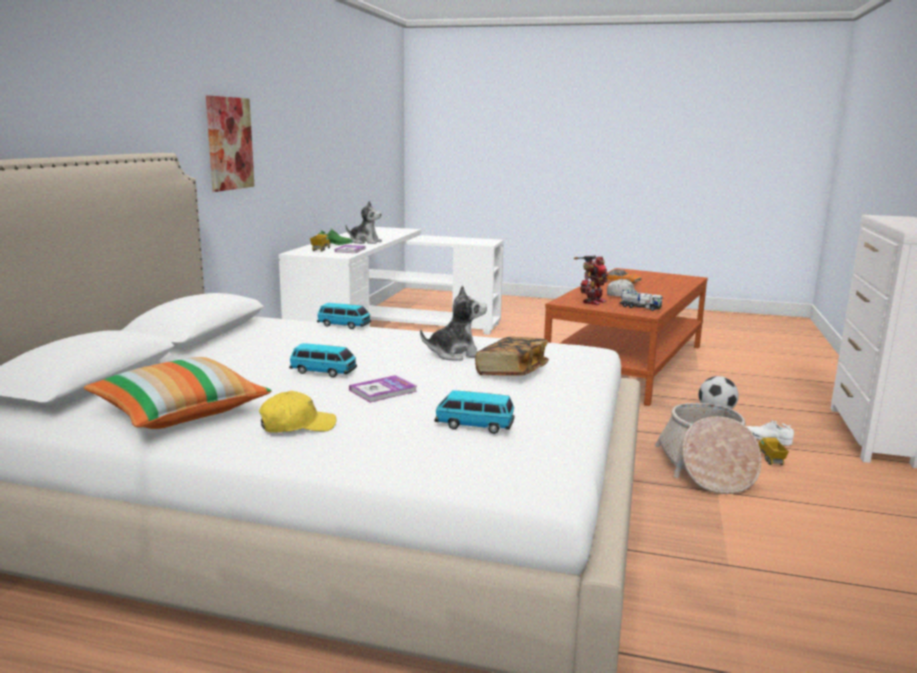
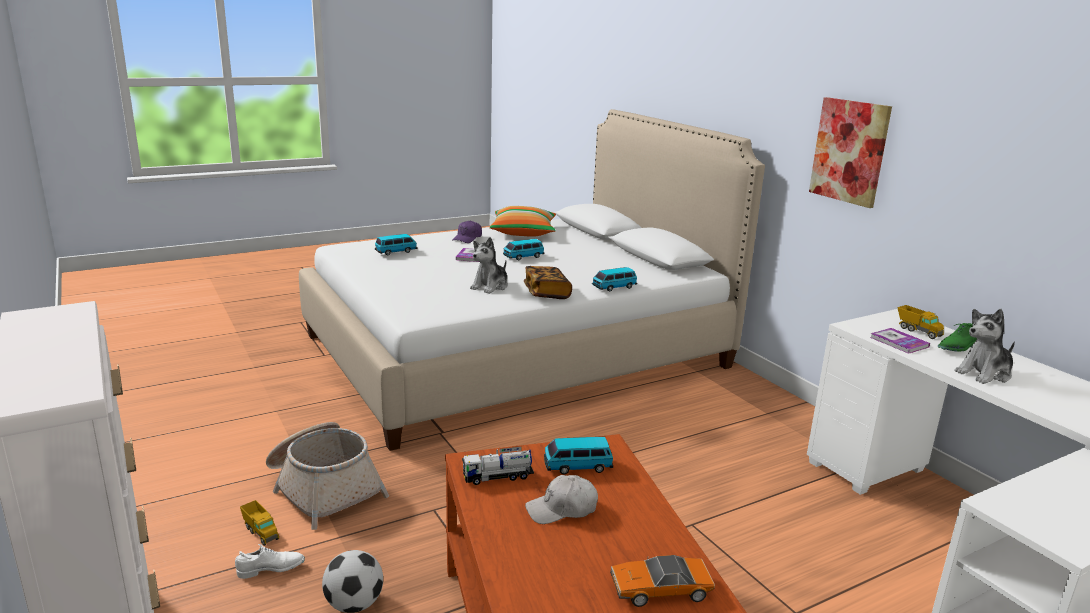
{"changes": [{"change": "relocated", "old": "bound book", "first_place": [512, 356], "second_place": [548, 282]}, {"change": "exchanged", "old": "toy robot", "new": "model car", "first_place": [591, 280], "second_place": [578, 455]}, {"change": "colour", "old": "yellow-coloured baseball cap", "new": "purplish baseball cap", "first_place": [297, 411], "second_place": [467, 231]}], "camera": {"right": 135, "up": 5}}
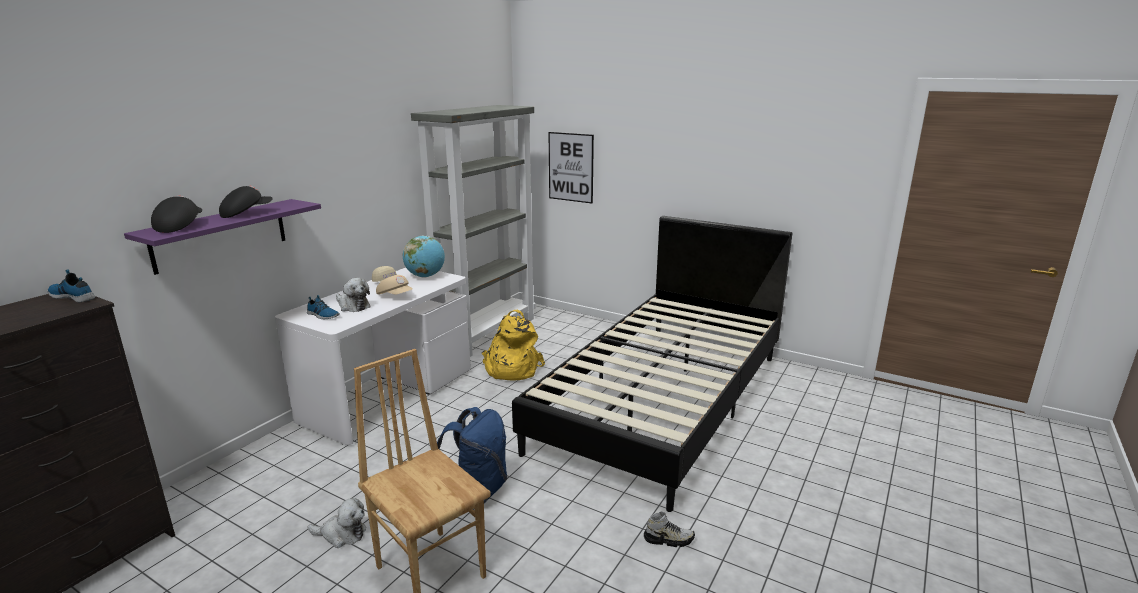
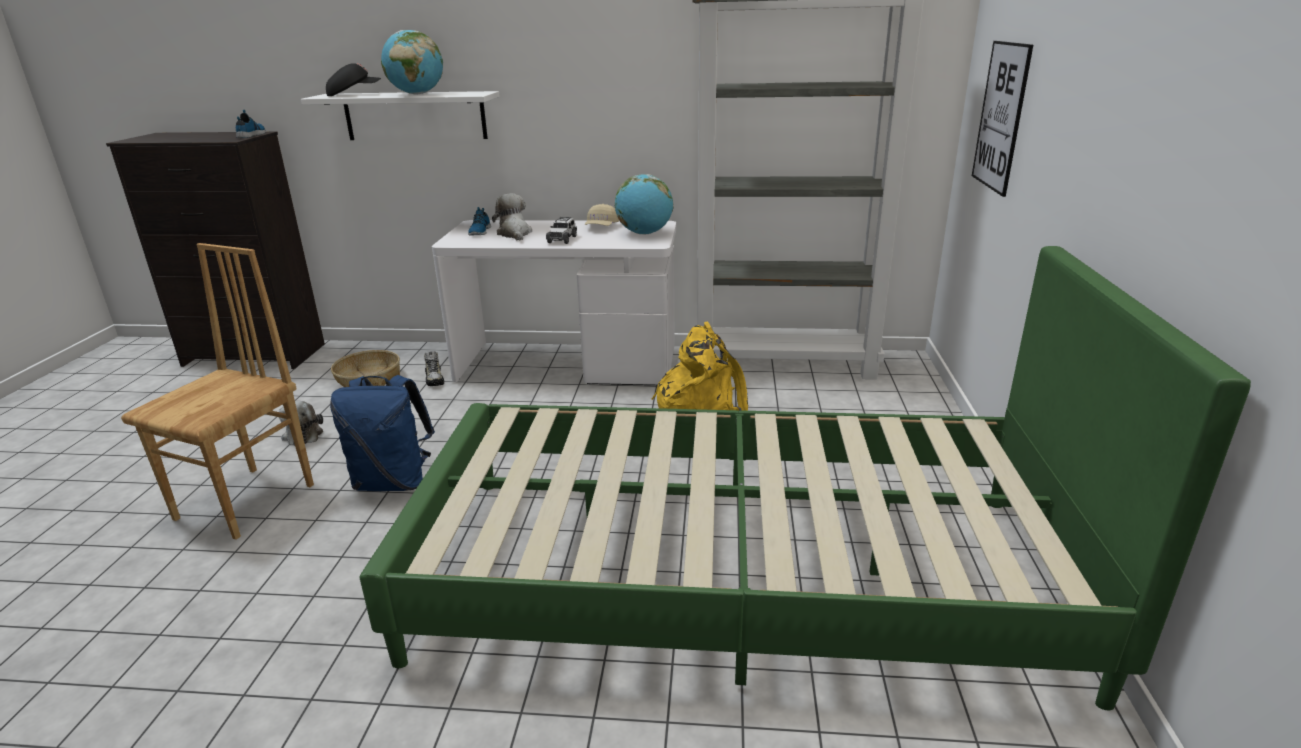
{"changes": [{"change": "appeared", "new": "basket", "second_place": [365, 368]}, {"change": "relocated", "old": "item of footwear", "first_place": [669, 529], "second_place": [434, 368]}, {"change": "exchanged", "old": "black-coloured baseball cap", "new": "globe", "first_place": [246, 202], "second_place": [412, 62]}, {"change": "exchanged", "old": "beige baseball cap", "new": "model car", "first_place": [394, 284], "second_place": [561, 230]}, {"change": "colour", "old": "purplish wall shelf", "new": "whitish wall shelf", "first_place": [222, 237], "second_place": [400, 115]}, {"change": "colour", "old": "black-coloured sleeping bed", "new": "greenish sleeping bed", "first_place": [652, 364], "second_place": [805, 478]}, {"change": "spun", "old": "plush toy", "first_place": [353, 295], "second_place": [512, 217], "degrees": 150}], "camera": {"right": 65, "up": 5}}
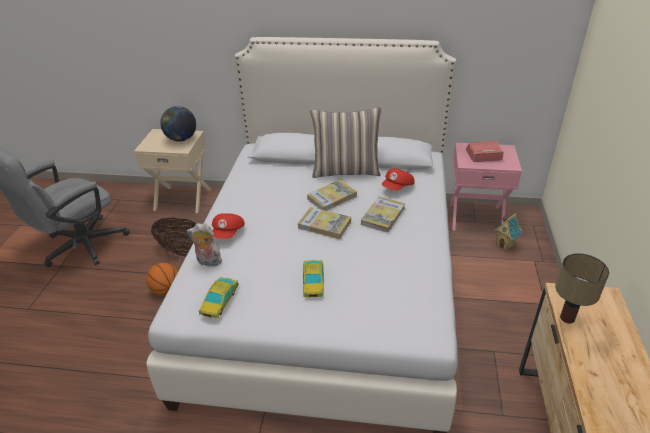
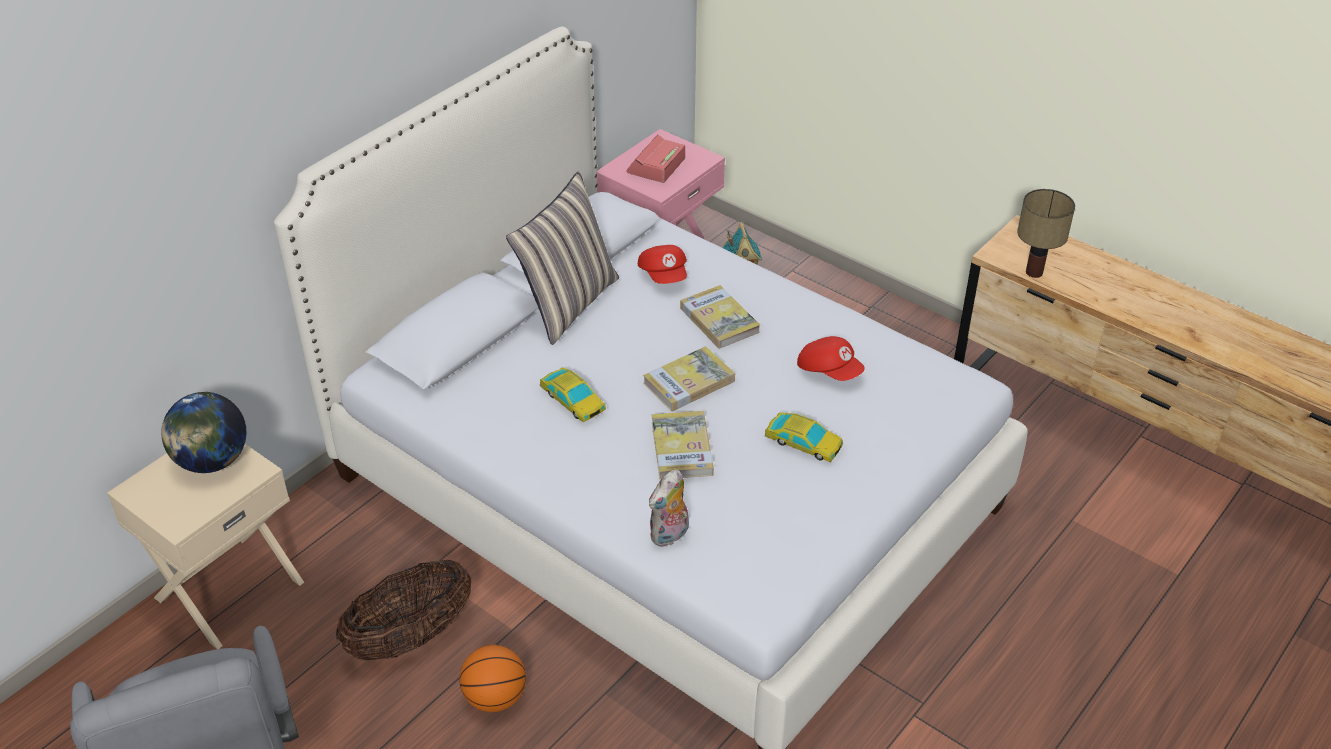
{"changes": [{"change": "relocated", "old": "model car", "first_place": [219, 298], "second_place": [573, 394]}, {"change": "relocated", "old": "red-coloured baseball cap", "first_place": [228, 226], "second_place": [831, 358]}, {"change": "relocated", "old": "bound book", "first_place": [332, 195], "second_place": [683, 445]}], "camera": {"right": -60, "up": 5}}
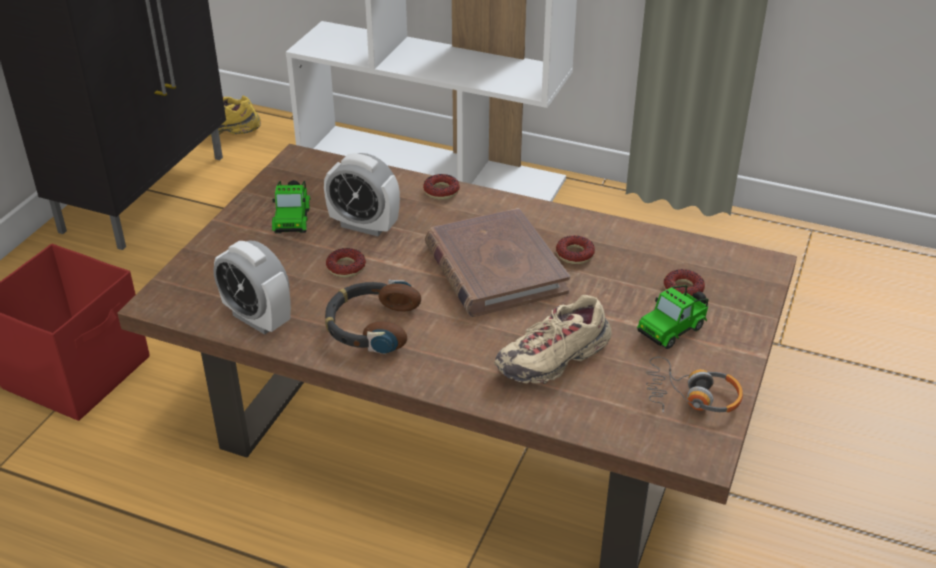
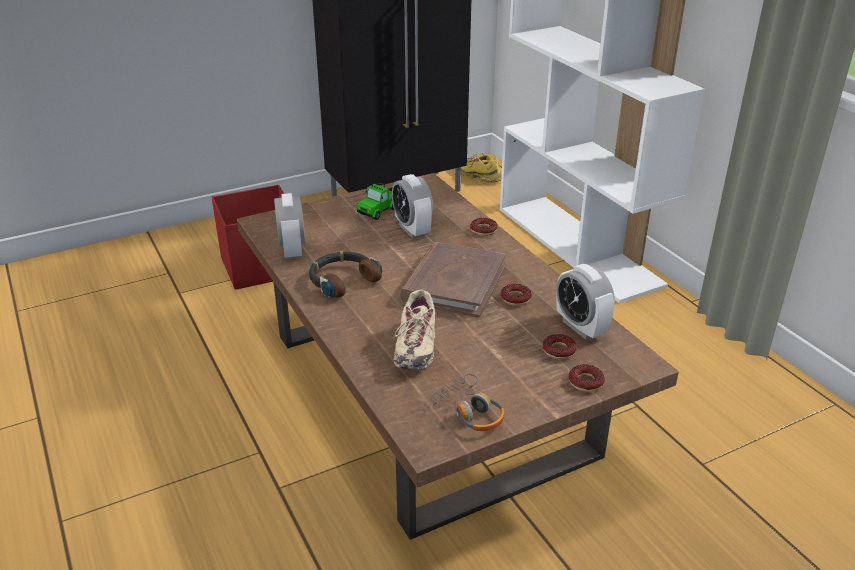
{"changes": [{"change": "missing", "old": "model car", "first_place": [673, 317]}, {"change": "appeared", "new": "table clock", "second_place": [585, 302]}, {"change": "relocated", "old": "ring doughnut", "first_place": [346, 263], "second_place": [586, 378]}, {"change": "spun", "old": "beige item of footwear", "first_place": [552, 339], "second_place": [414, 330], "degrees": -90}], "camera": {"right": 40, "up": -5}}
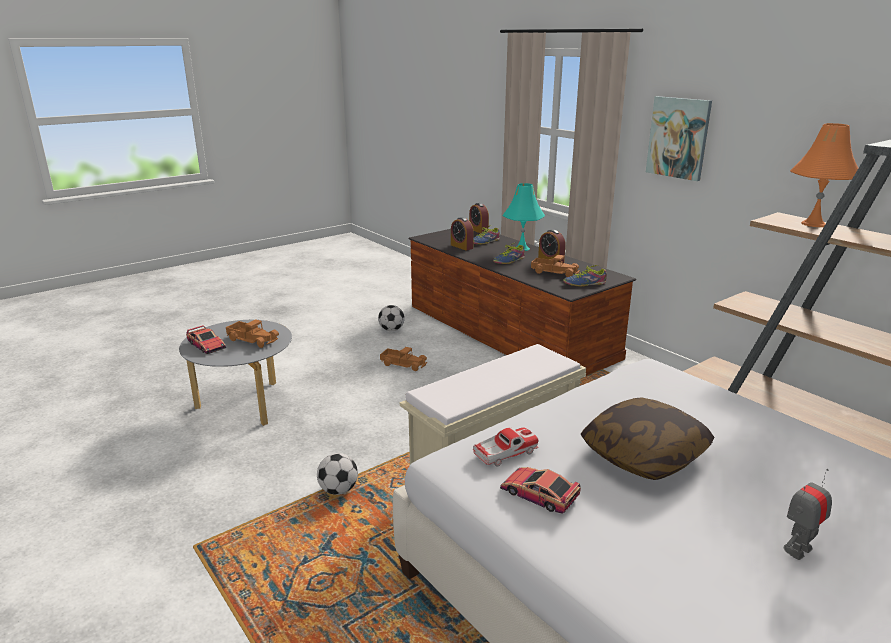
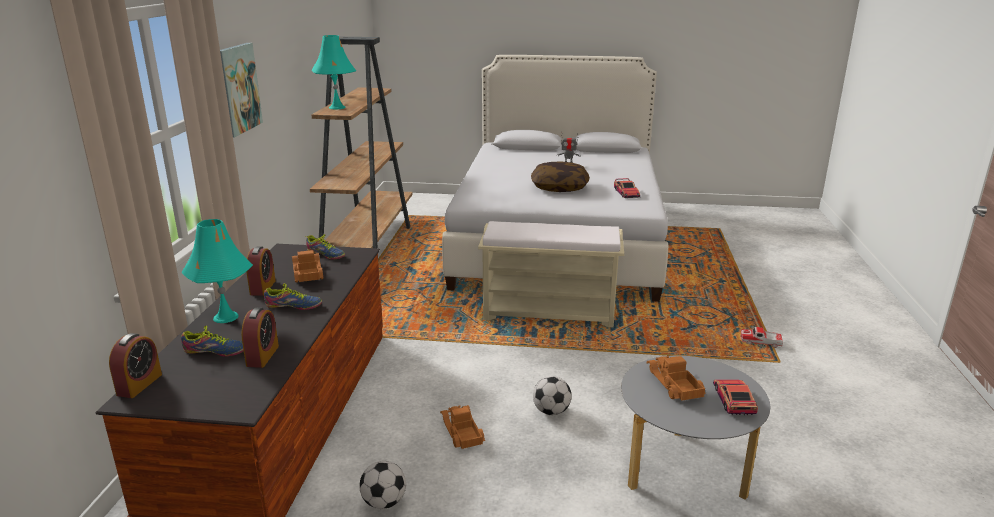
{"changes": [{"change": "relocated", "old": "football", "first_place": [337, 474], "second_place": [552, 395]}, {"change": "relocated", "old": "model car", "first_place": [506, 446], "second_place": [762, 337]}, {"change": "colour", "old": "orange-coloured tabletop lamp", "new": "turquoise-coloured tabletop lamp", "first_place": [824, 175], "second_place": [334, 72]}], "camera": {"right": -135, "up": 0}}
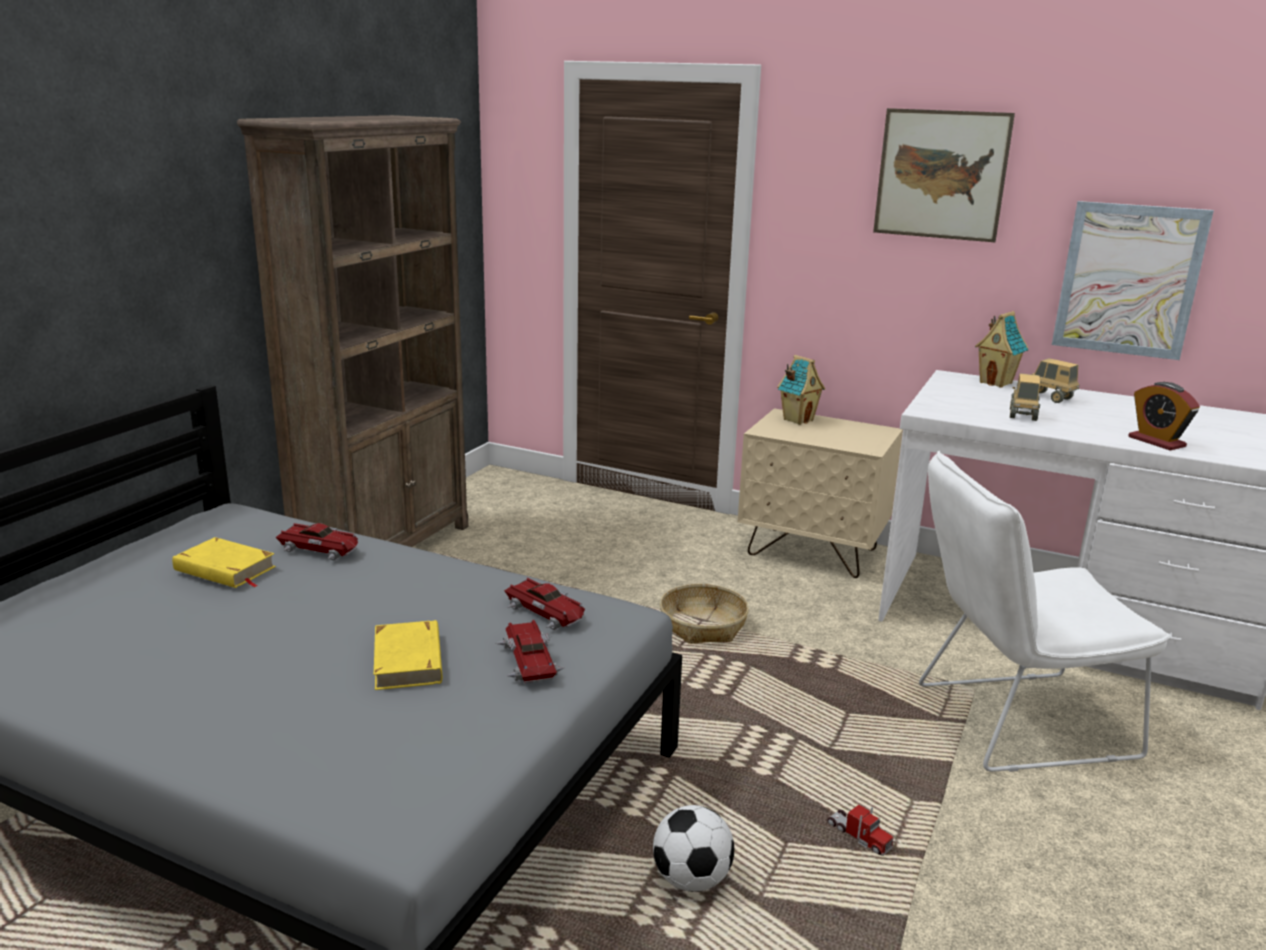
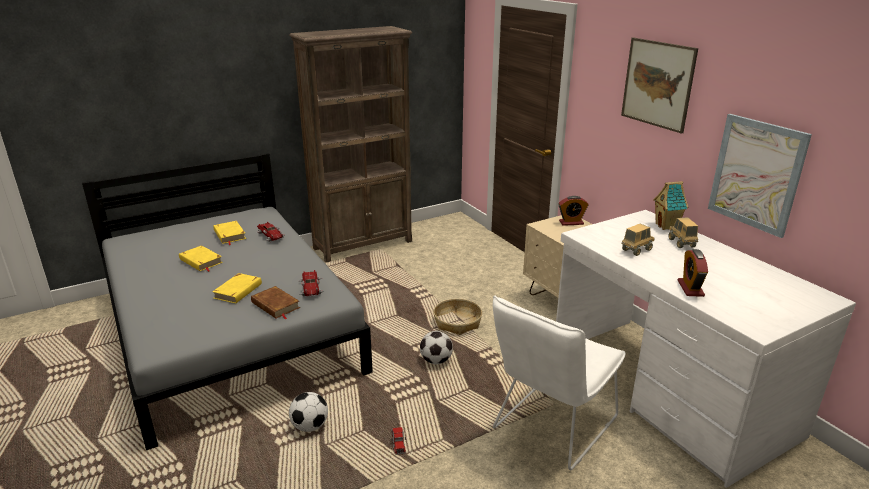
{"changes": [{"change": "appeared", "new": "yellow-coloured bound book", "second_place": [201, 258]}, {"change": "appeared", "new": "football", "second_place": [436, 347]}, {"change": "exchanged", "old": "model car", "new": "brown bound book", "first_place": [530, 651], "second_place": [275, 302]}, {"change": "exchanged", "old": "miniature house", "new": "table clock", "first_place": [801, 390], "second_place": [573, 211]}, {"change": "spun", "old": "whitish upright chair", "first_place": [1045, 611], "second_place": [559, 382], "degrees": -75}], "camera": {"right": 35, "up": 5}}
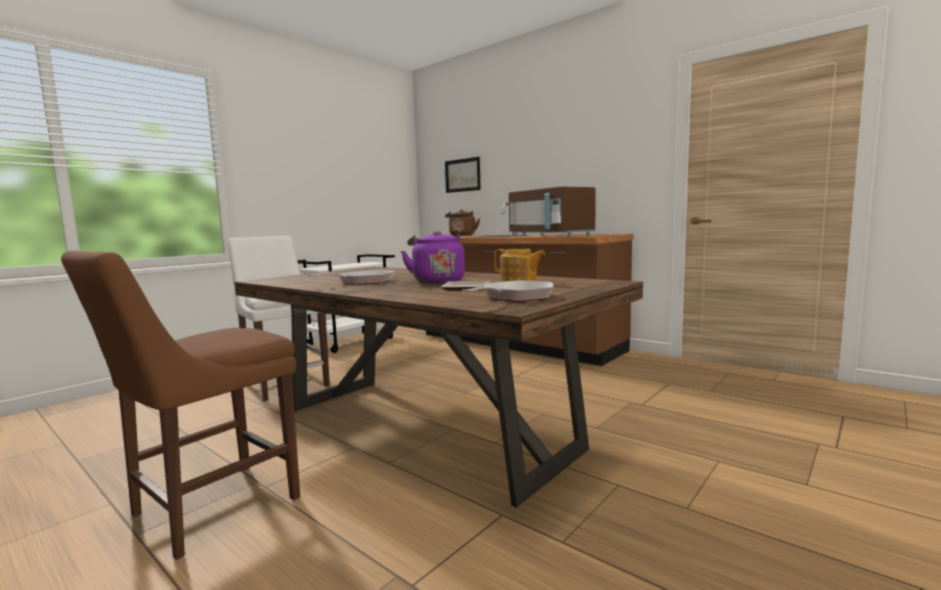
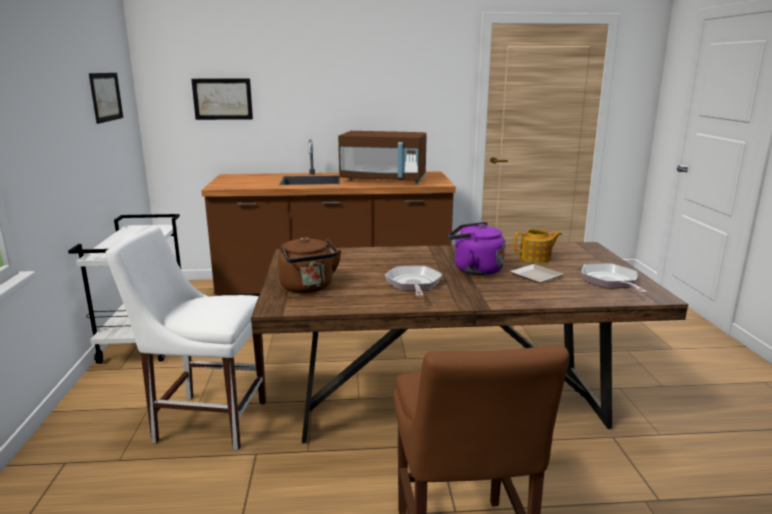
{"changes": [{"change": "appeared", "new": "picture", "second_place": [106, 98]}, {"change": "relocated", "old": "brown tea kettle", "first_place": [462, 223], "second_place": [310, 265]}], "camera": {"right": -45, "up": 10}}
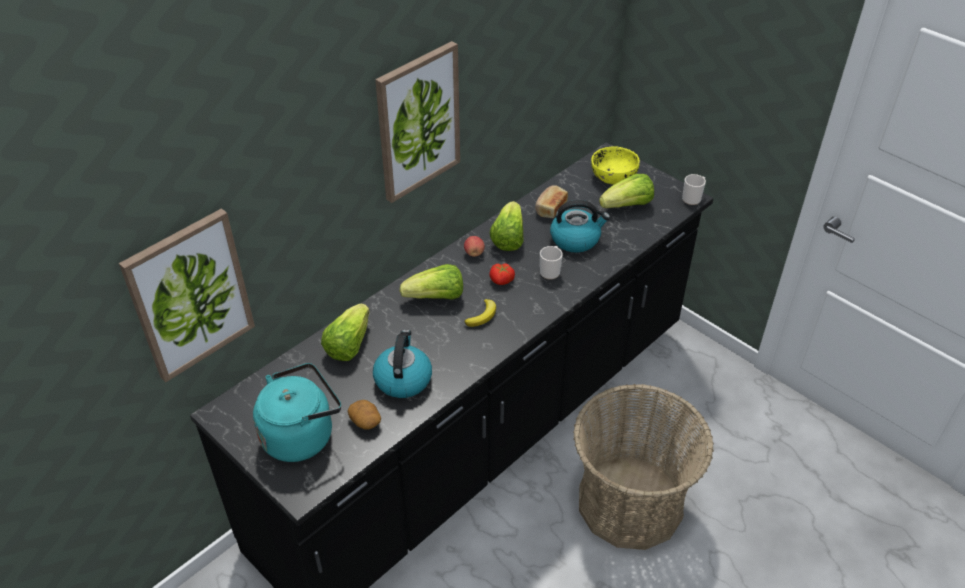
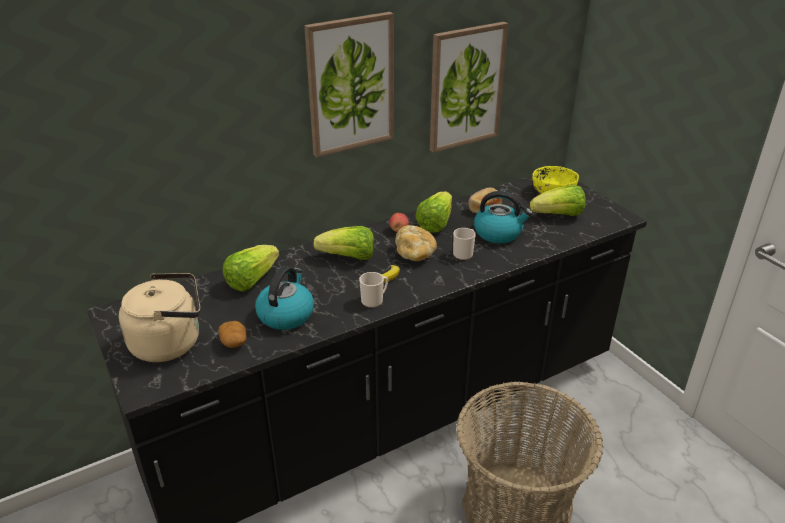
{"changes": [{"change": "relocated", "old": "picture", "first_place": [187, 295], "second_place": [469, 87]}, {"change": "relocated", "old": "coffee mug", "first_place": [694, 189], "second_place": [373, 290]}, {"change": "exchanged", "old": "fresh tomato", "new": "bread", "first_place": [502, 274], "second_place": [416, 243]}, {"change": "colour", "old": "turquoise-coloured tea kettle", "new": "beige tea kettle", "first_place": [297, 412], "second_place": [159, 317]}], "camera": {"right": 15, "up": -10}}
